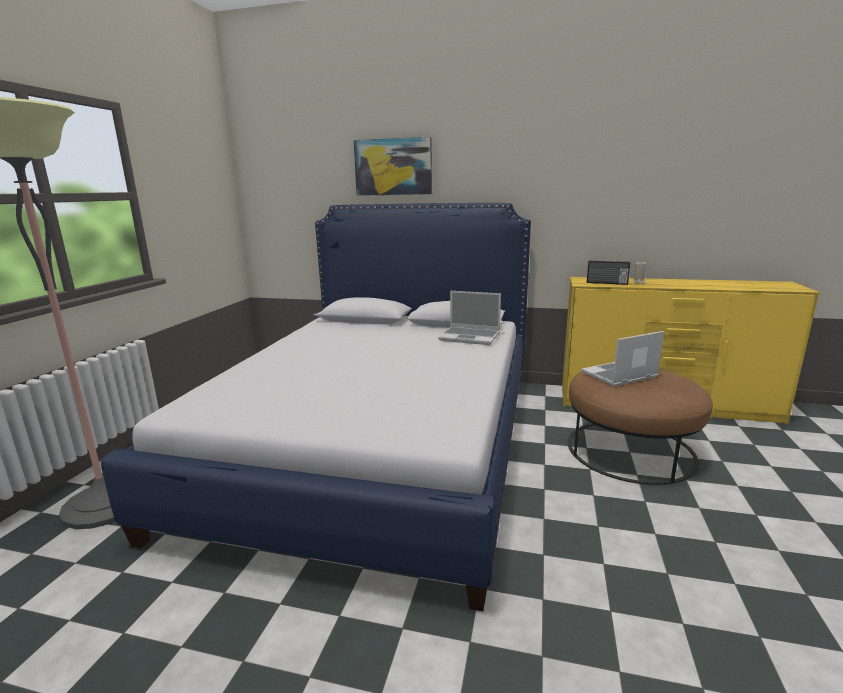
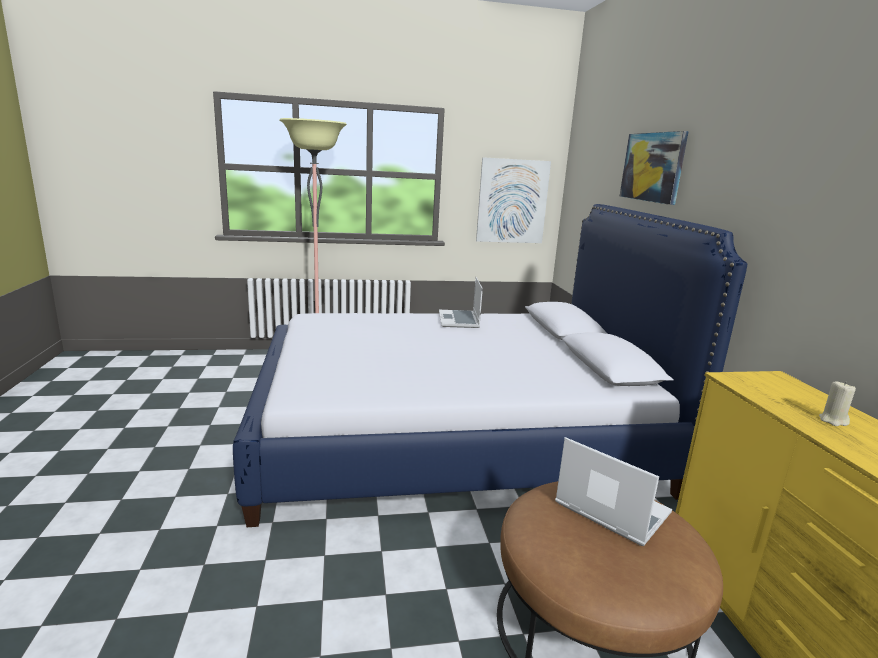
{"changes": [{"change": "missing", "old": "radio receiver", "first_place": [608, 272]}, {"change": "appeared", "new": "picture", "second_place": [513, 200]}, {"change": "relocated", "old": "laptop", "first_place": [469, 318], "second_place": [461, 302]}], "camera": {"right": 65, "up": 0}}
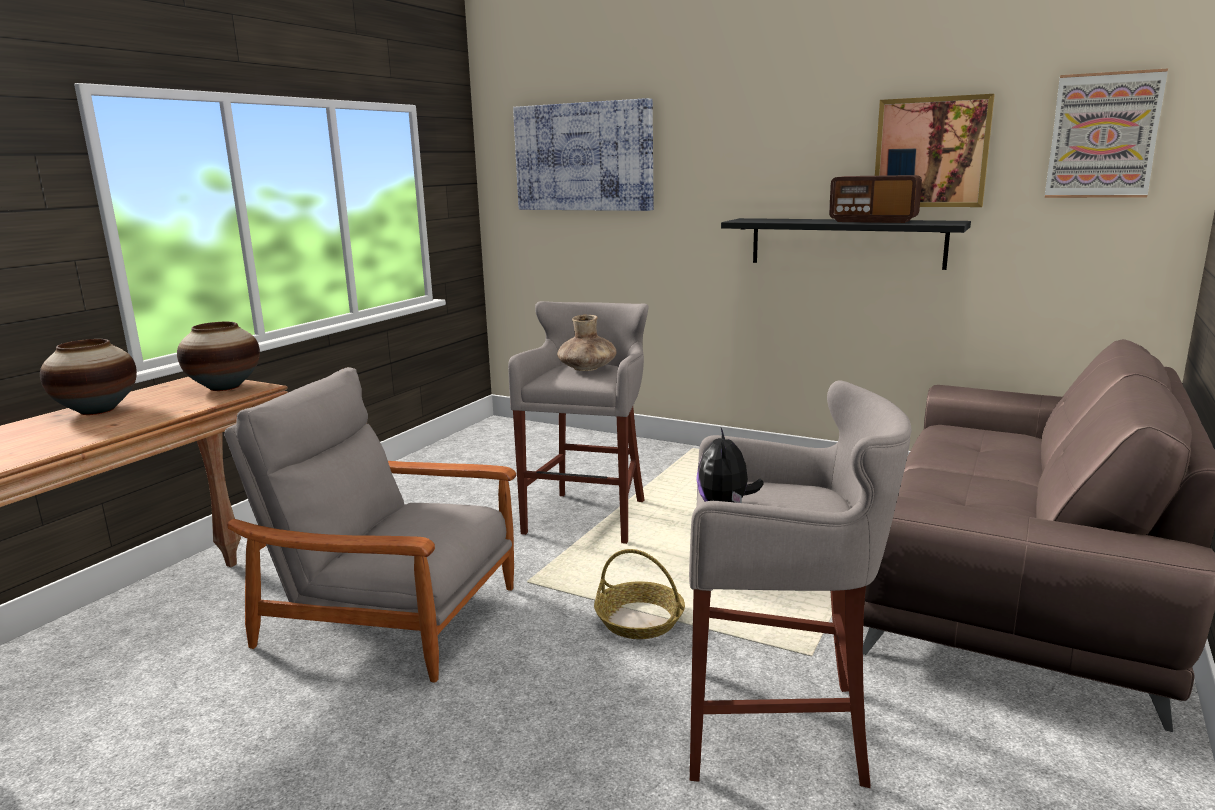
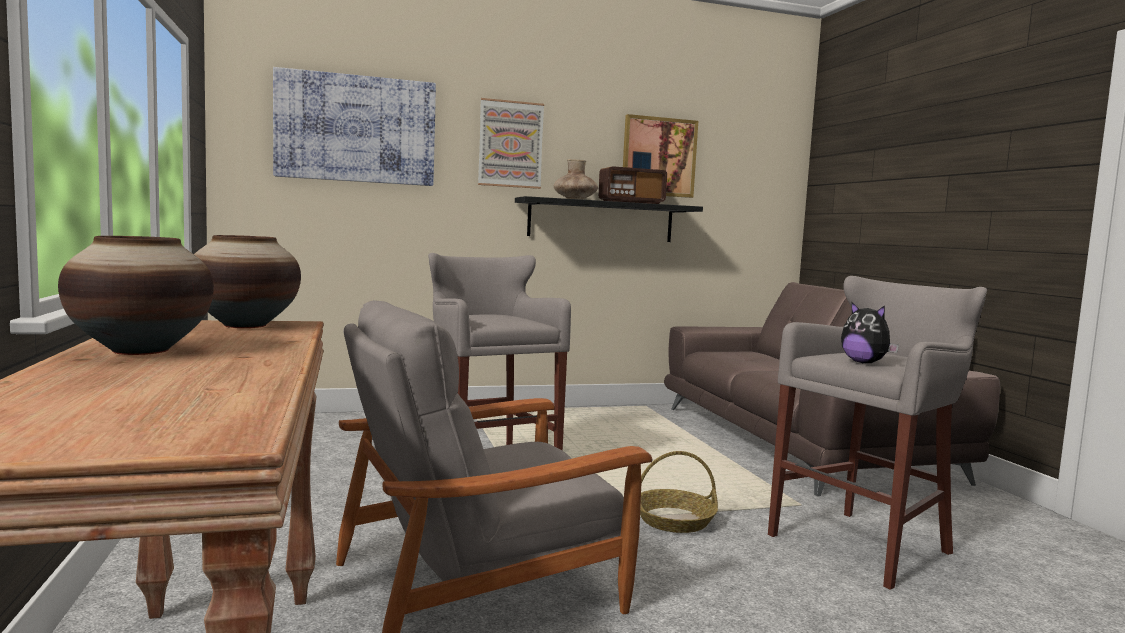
{"changes": [{"change": "relocated", "old": "brown vase", "first_place": [587, 343], "second_place": [576, 179]}, {"change": "relocated", "old": "picture", "first_place": [1106, 133], "second_place": [511, 143]}], "camera": {"right": -45, "up": -10}}
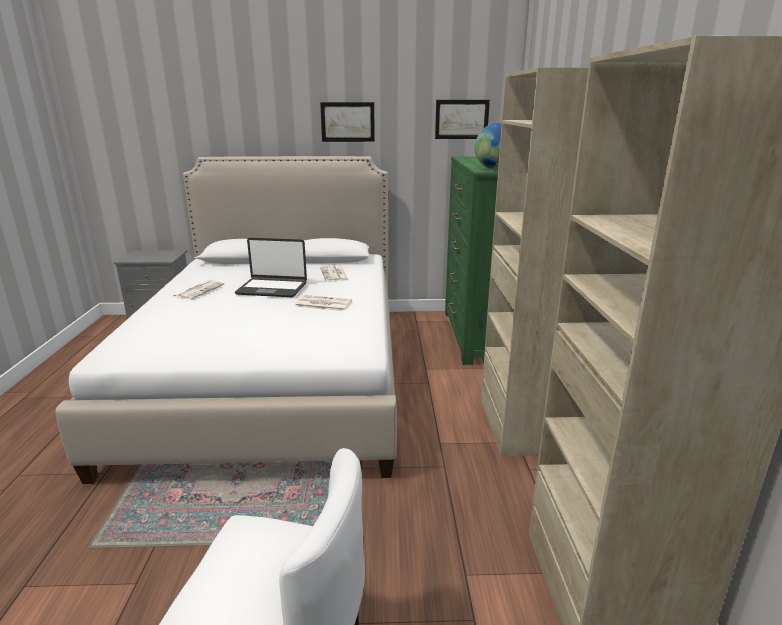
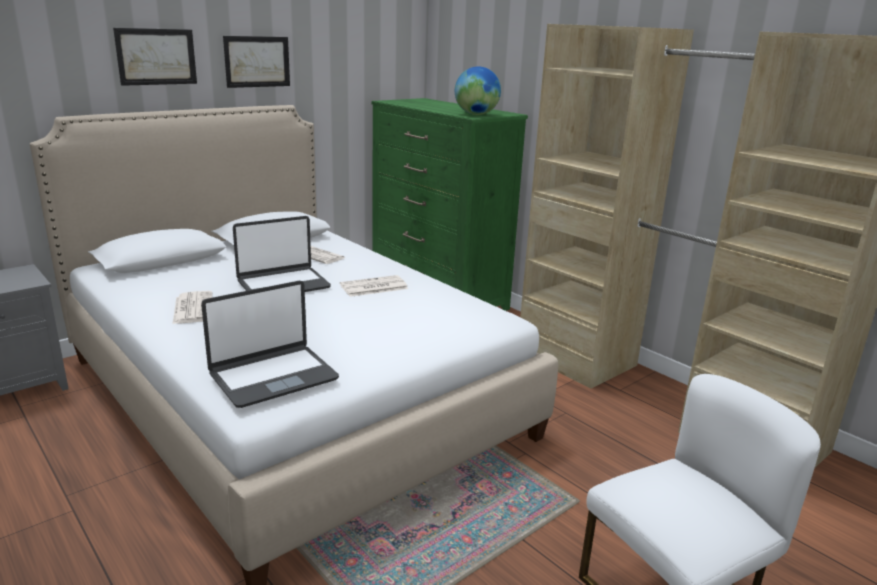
{"changes": [{"change": "appeared", "new": "laptop", "second_place": [270, 344]}, {"change": "relocated", "old": "picture", "first_place": [462, 119], "second_place": [155, 57]}], "camera": {"right": -40, "up": 0}}
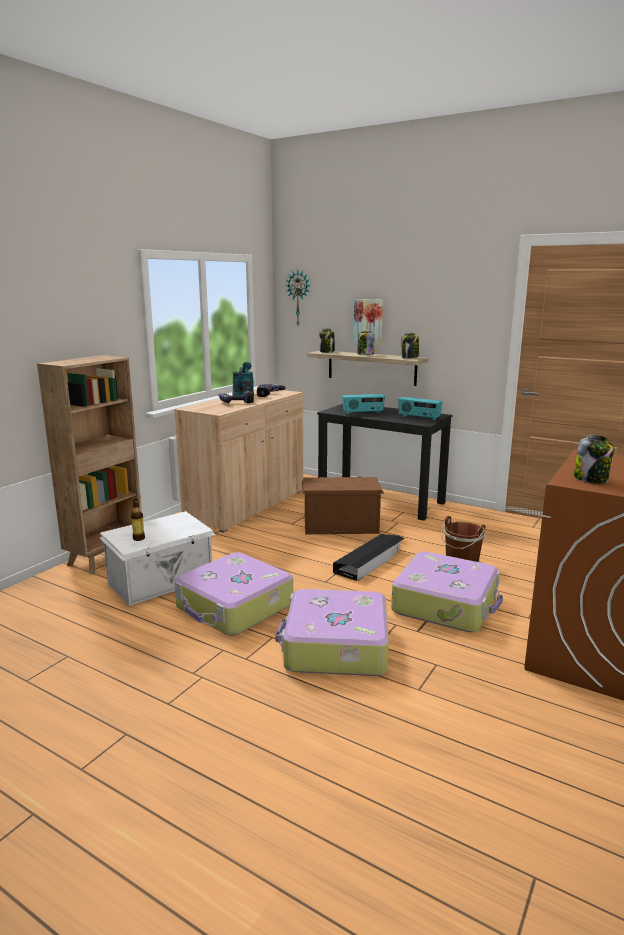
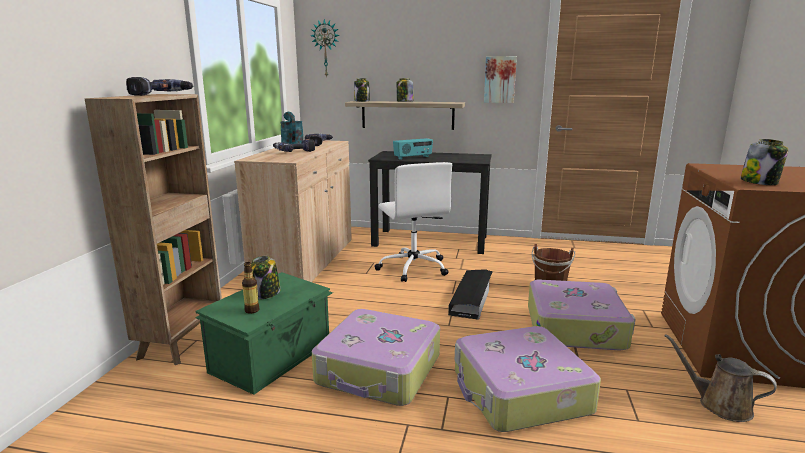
{"changes": [{"change": "missing", "old": "radio receiver", "first_place": [420, 409]}, {"change": "appeared", "new": "electric drill", "second_place": [159, 86]}, {"change": "appeared", "new": "brown watering pot", "second_place": [721, 378]}, {"change": "relocated", "old": "picture", "first_place": [368, 322], "second_place": [500, 79]}, {"change": "relocated", "old": "preserve jar", "first_place": [410, 345], "second_place": [266, 277]}, {"change": "exchanged", "old": "brown storage box", "new": "whitish desk chair", "first_place": [343, 505], "second_place": [413, 222]}, {"change": "colour", "old": "whitish storage box", "new": "greenish storage box", "first_place": [158, 558], "second_place": [264, 333]}], "camera": {"right": -20, "up": 0}}
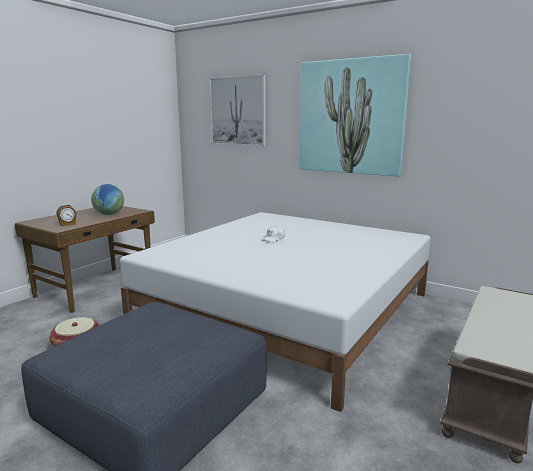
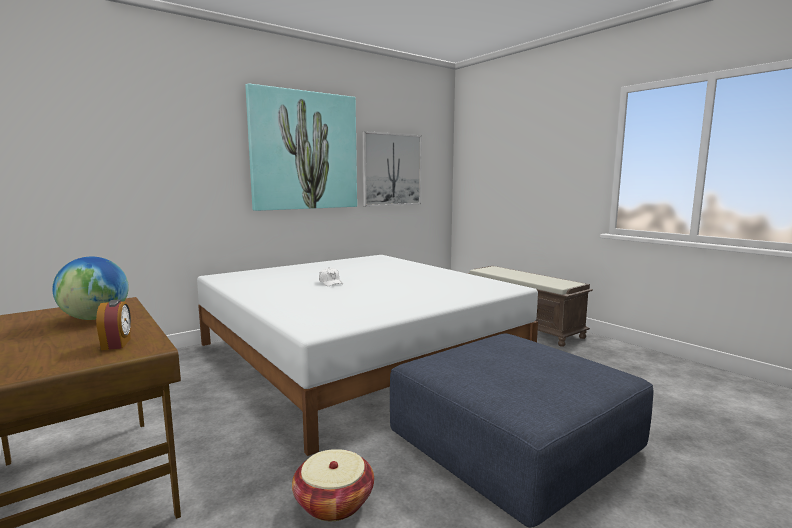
{"changes": [{"change": "relocated", "old": "picture", "first_place": [237, 110], "second_place": [392, 169]}], "camera": {"right": -70, "up": -5}}
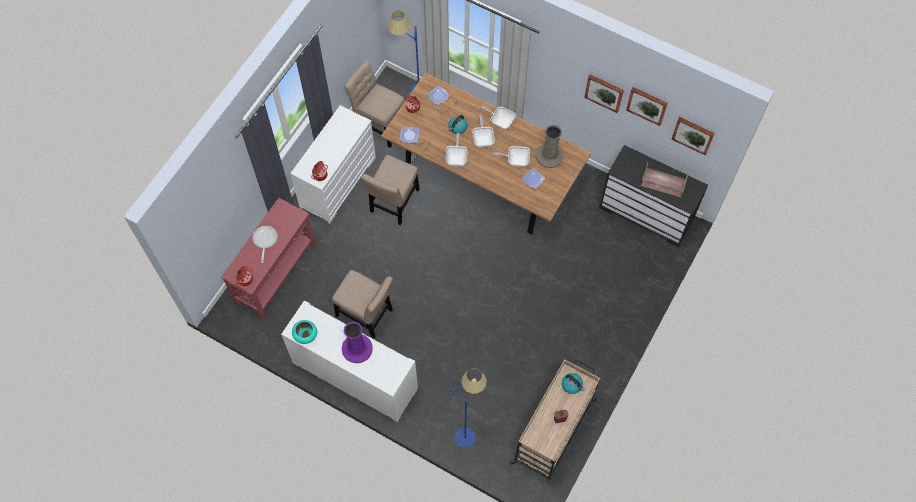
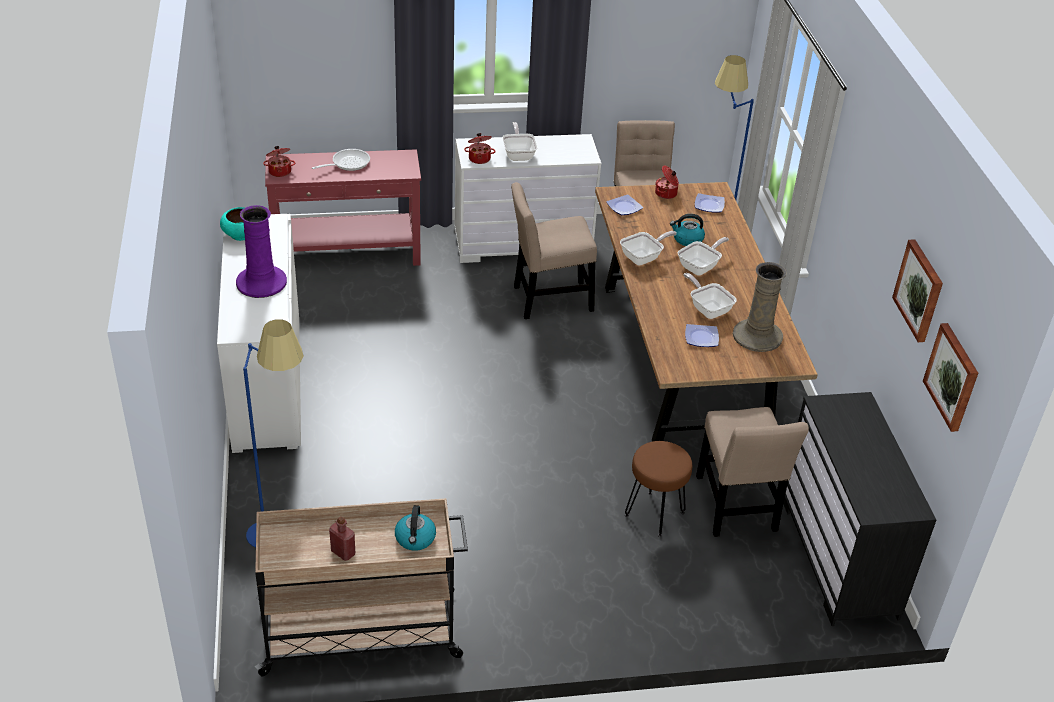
{"changes": [{"change": "missing", "old": "picture", "first_place": [604, 94]}, {"change": "missing", "old": "brown carrying tray", "first_place": [664, 180]}, {"change": "appeared", "new": "brown stool seat", "second_place": [658, 489]}, {"change": "relocated", "old": "beige upright chair", "first_place": [362, 304], "second_place": [752, 472]}, {"change": "relocated", "old": "skillet", "first_place": [498, 118], "second_place": [519, 141]}], "camera": {"right": 50, "up": -25}}
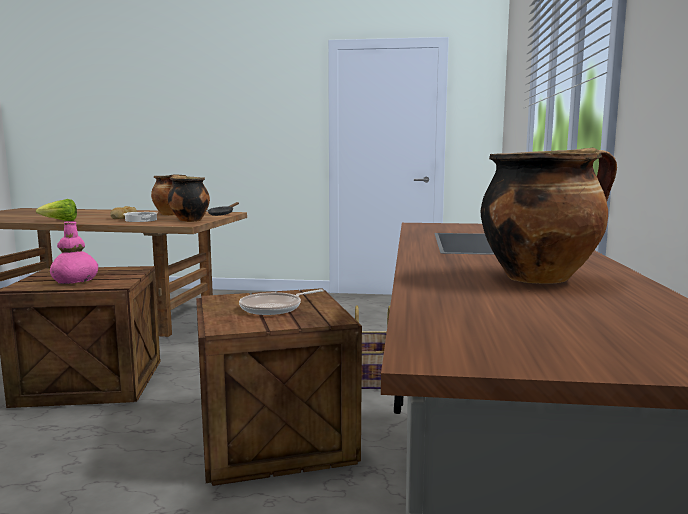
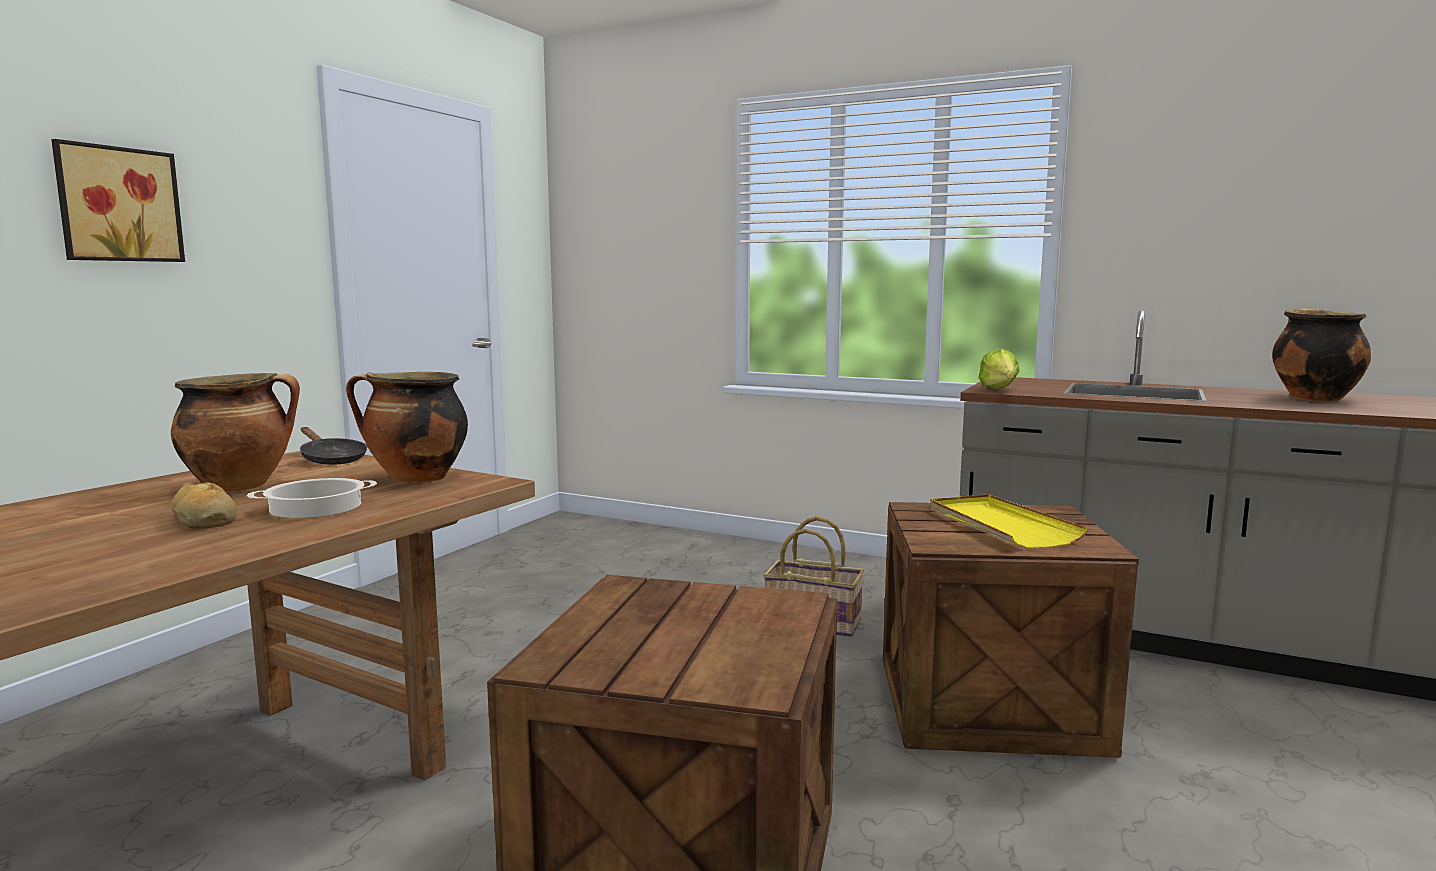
{"changes": [{"change": "missing", "old": "pinkish vase", "first_place": [74, 252]}, {"change": "appeared", "new": "picture", "second_place": [118, 200]}, {"change": "relocated", "old": "lettuce head", "first_place": [56, 210], "second_place": [998, 368]}, {"change": "exchanged", "old": "skillet", "new": "yellow-coloured carrying tray", "first_place": [281, 302], "second_place": [1009, 521]}], "camera": {"right": -70, "up": 0}}
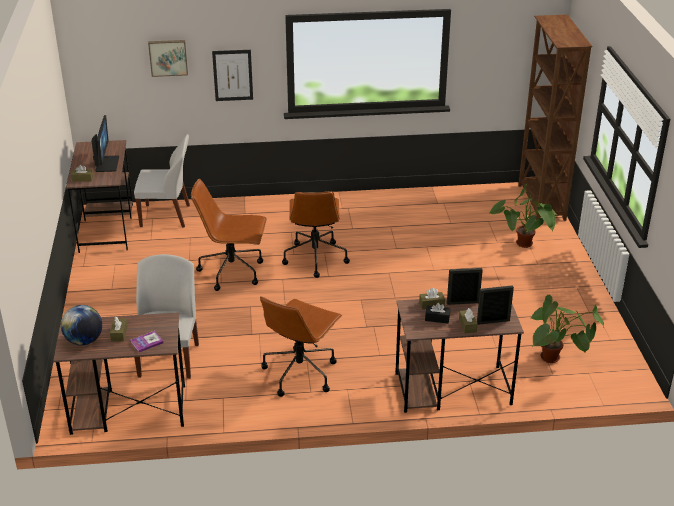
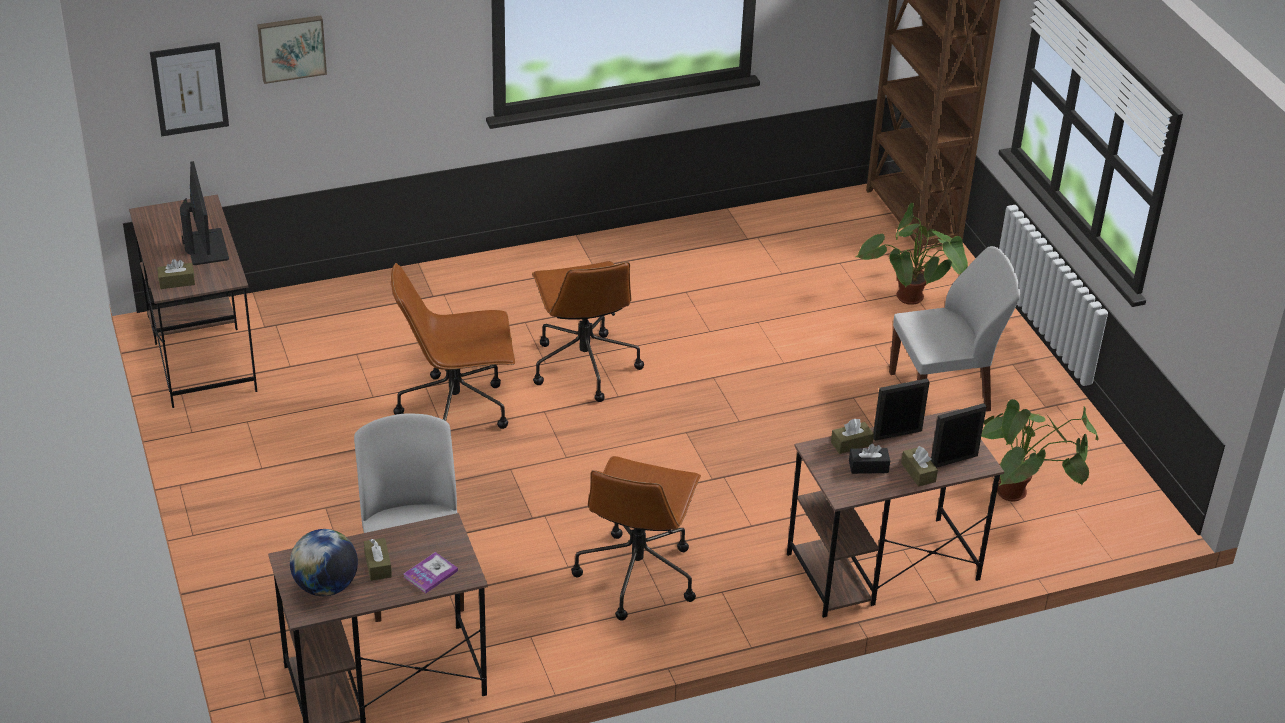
{"changes": [{"change": "relocated", "old": "whitish upright chair", "first_place": [162, 180], "second_place": [954, 329]}, {"change": "relocated", "old": "picture", "first_place": [232, 75], "second_place": [189, 89]}], "camera": {"right": -15, "up": 5}}
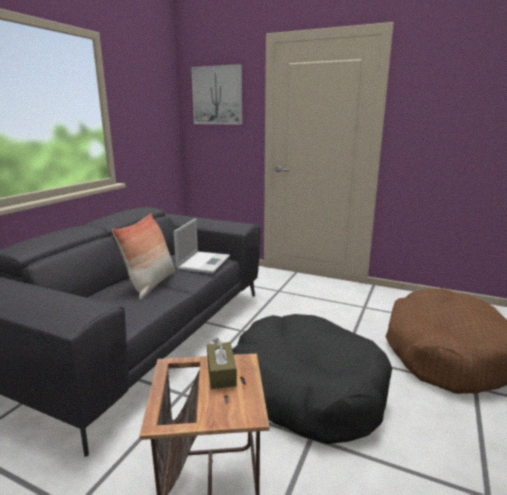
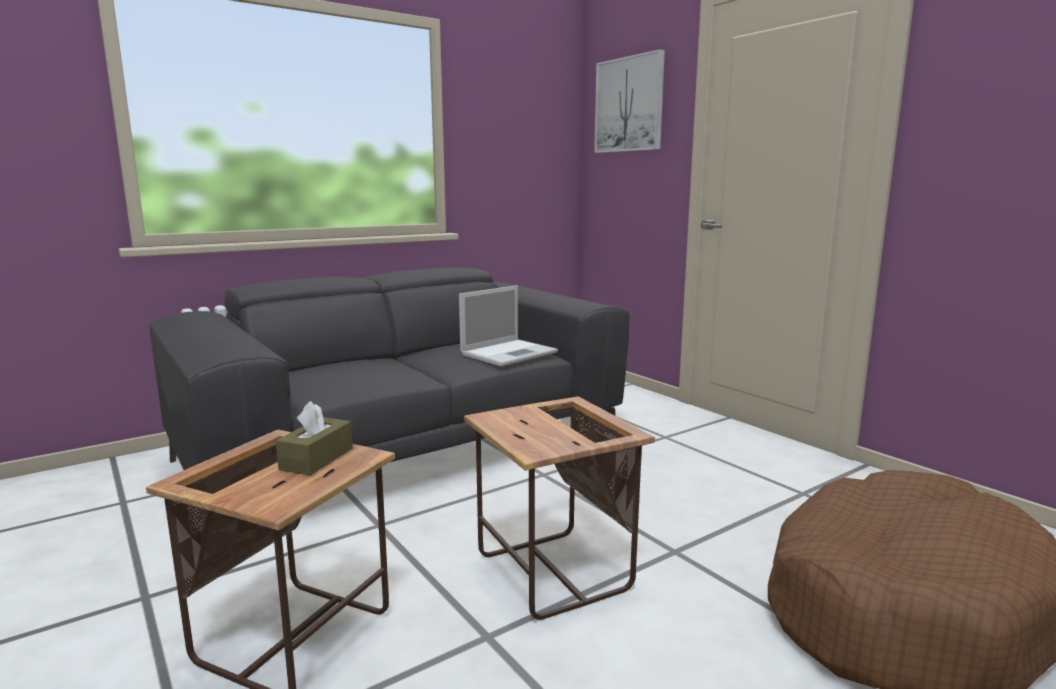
{"changes": [{"change": "missing", "old": "pillow", "first_place": [143, 256]}, {"change": "exchanged", "old": "black-coloured dog bed", "new": "end table", "first_place": [312, 379], "second_place": [559, 508]}], "camera": {"right": 30, "up": -5}}
